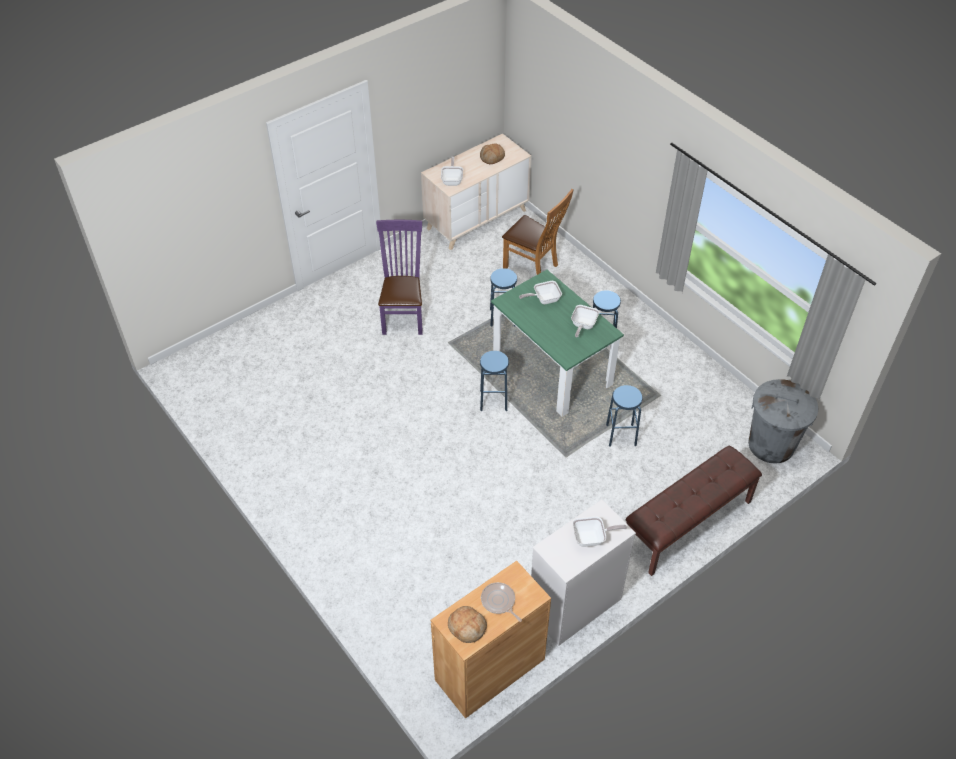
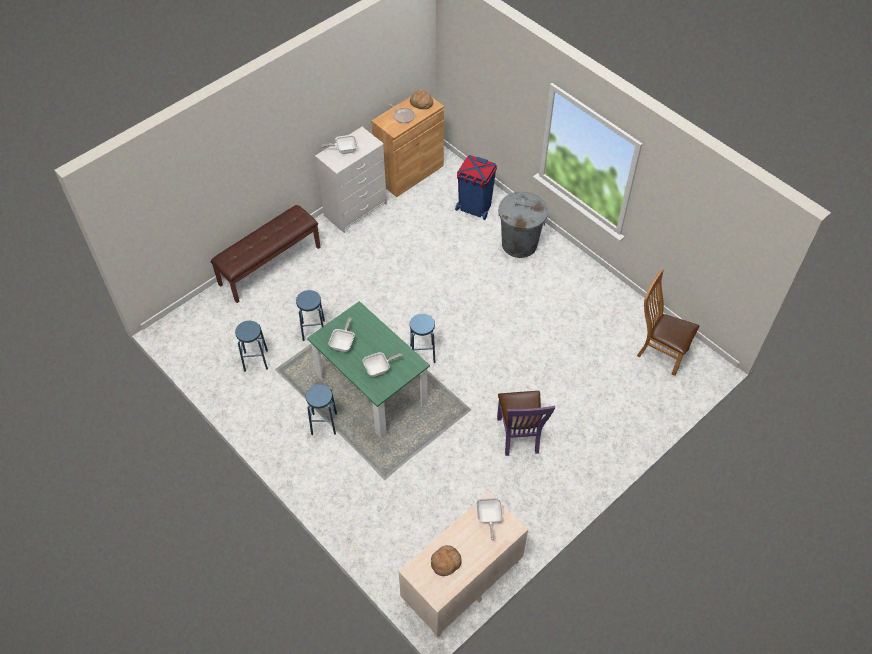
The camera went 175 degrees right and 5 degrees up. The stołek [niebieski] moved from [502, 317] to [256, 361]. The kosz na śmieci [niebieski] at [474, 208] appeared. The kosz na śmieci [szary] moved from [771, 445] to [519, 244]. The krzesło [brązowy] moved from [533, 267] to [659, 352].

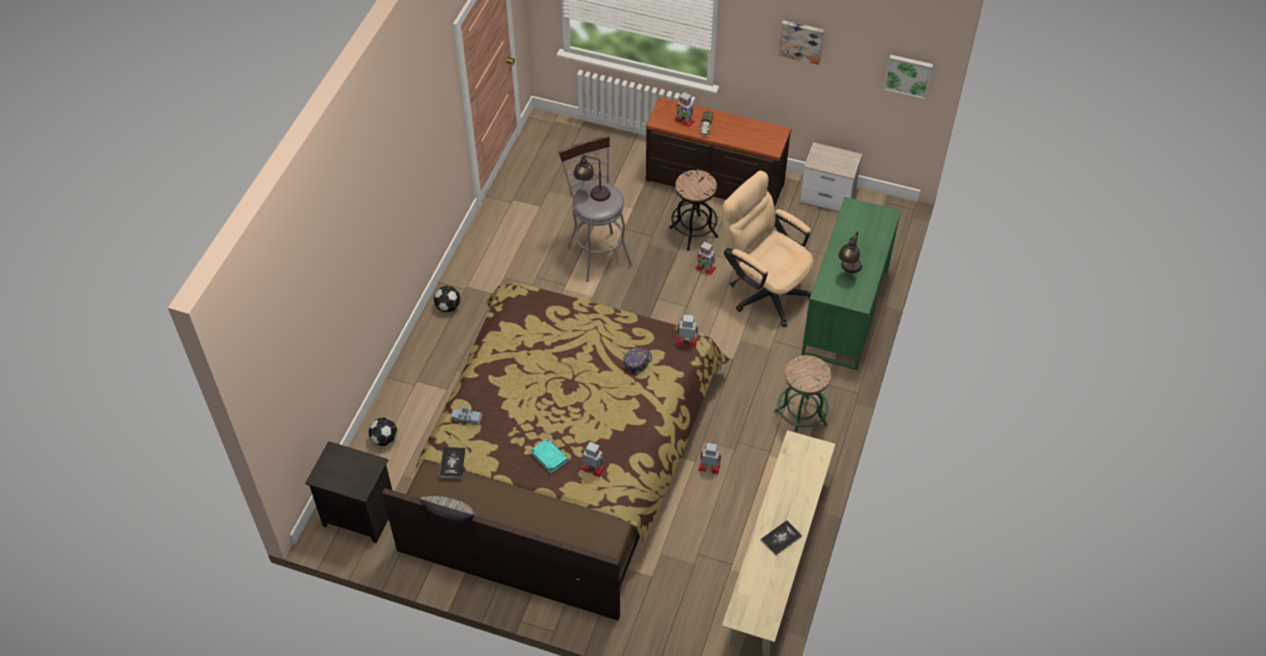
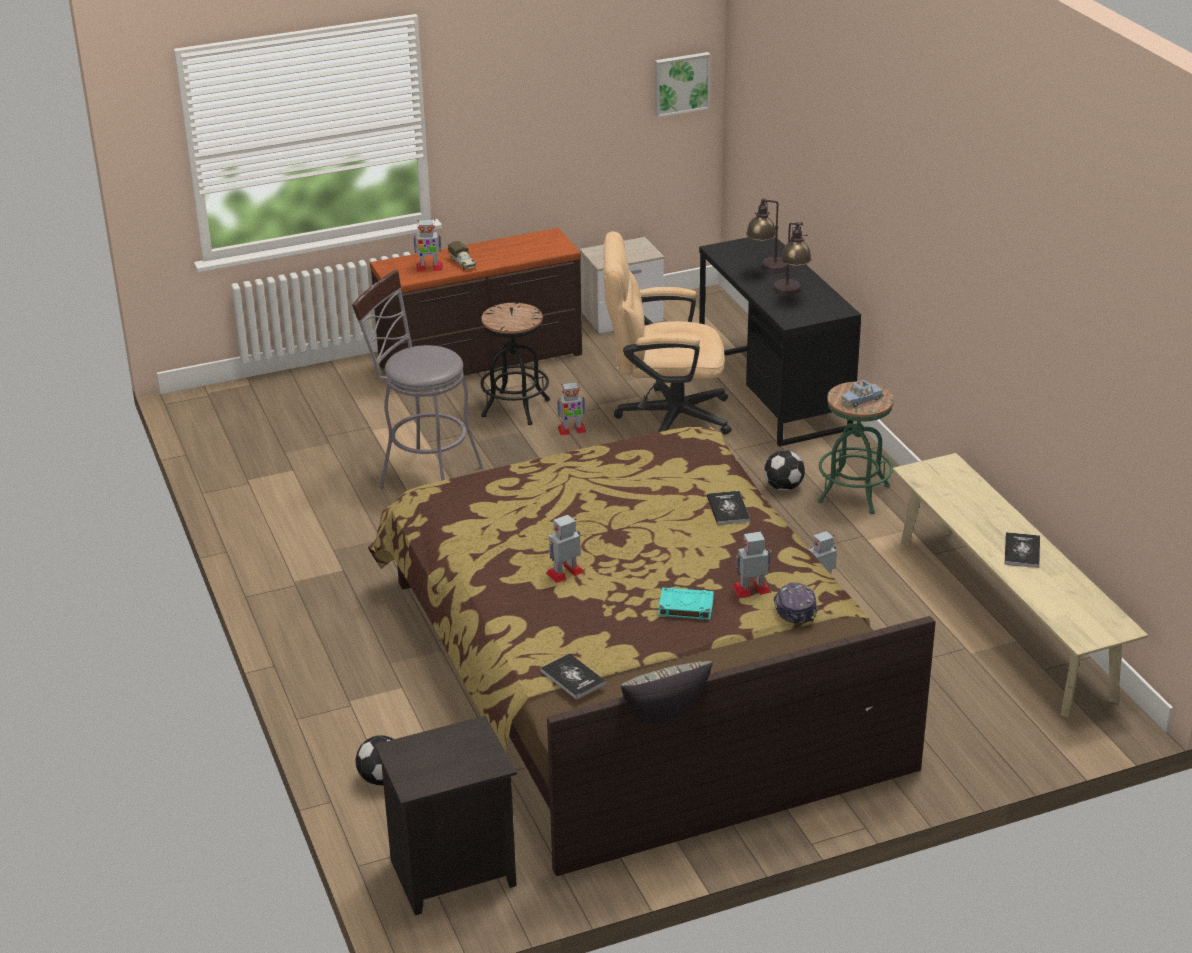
The camera went 40 degrees left and 20 degrees down. The robot zabawkowy moved from [687, 341] to [565, 572]. The biurko [zielony] at [845, 312] became the biurko [czarny] at [772, 393]. The książka at [728, 509] appeared. The lampa stołowa moved from [592, 194] to [767, 270]. The piłka futbolowa moved from [448, 307] to [783, 487]. The czapka z daszkiem moved from [637, 362] to [794, 609]. The samochodzik [niebieski] moved from [466, 418] to [861, 400]. The obraz at [801, 41] disappeared.

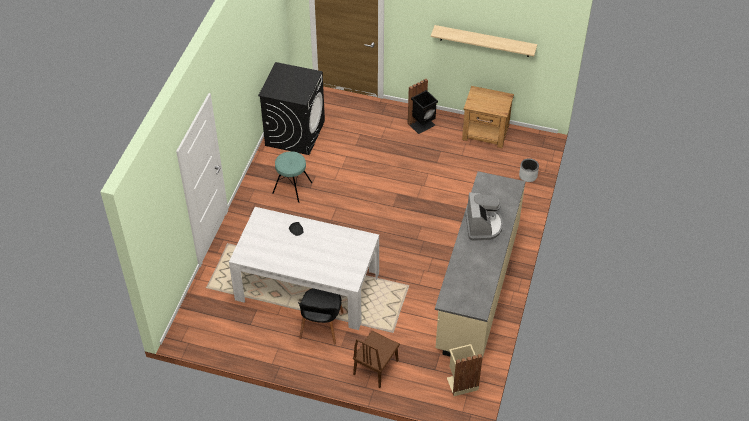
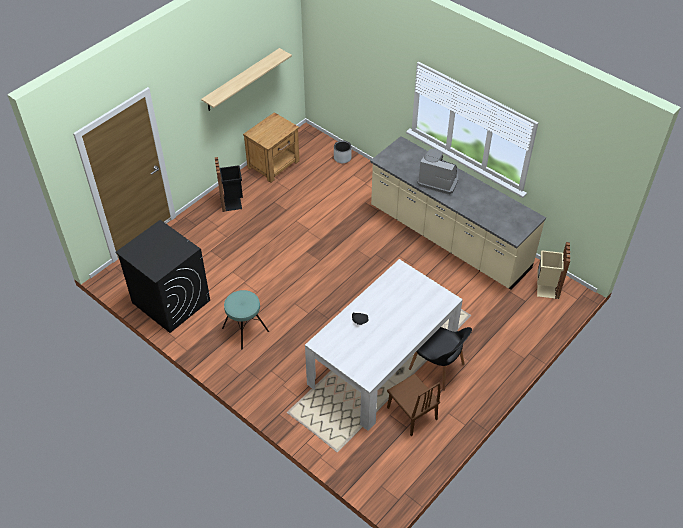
The camera went 65 degrees left and 0 degrees up. The krzesło [brązowy] moved from [376, 367] to [411, 413].

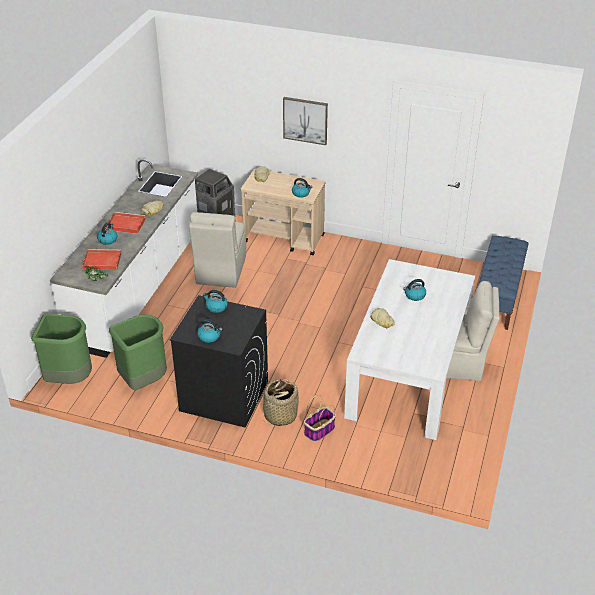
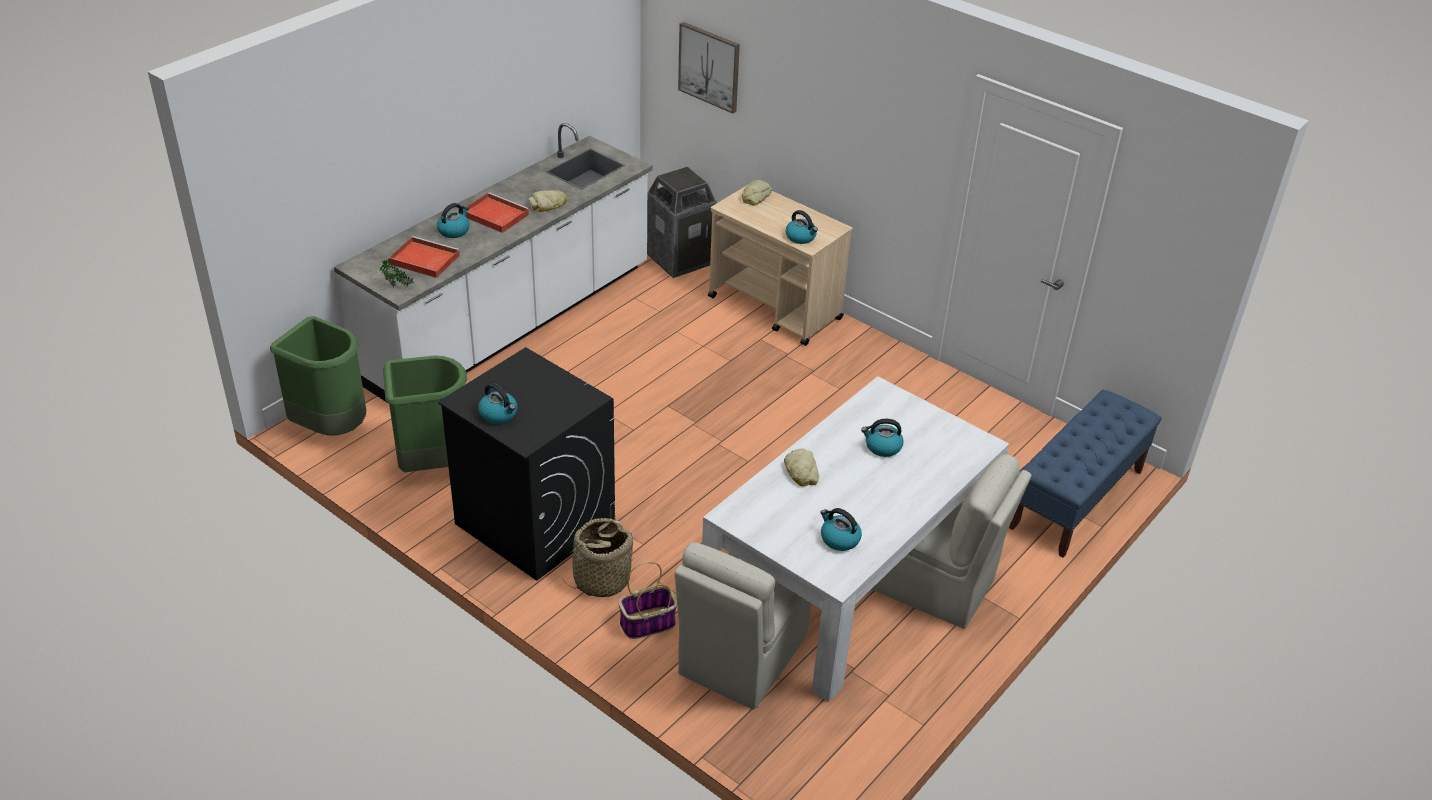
The camera went 20 degrees right and 0 degrees up. The krzesło [beżowy] moved from [220, 271] to [740, 657]. The obraz moved from [305, 120] to [709, 66]. The czajnik moved from [216, 307] to [839, 539].

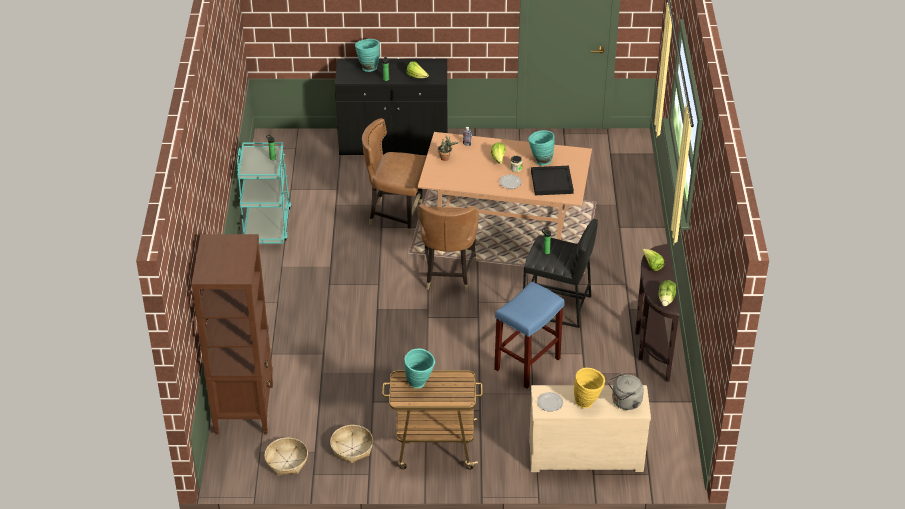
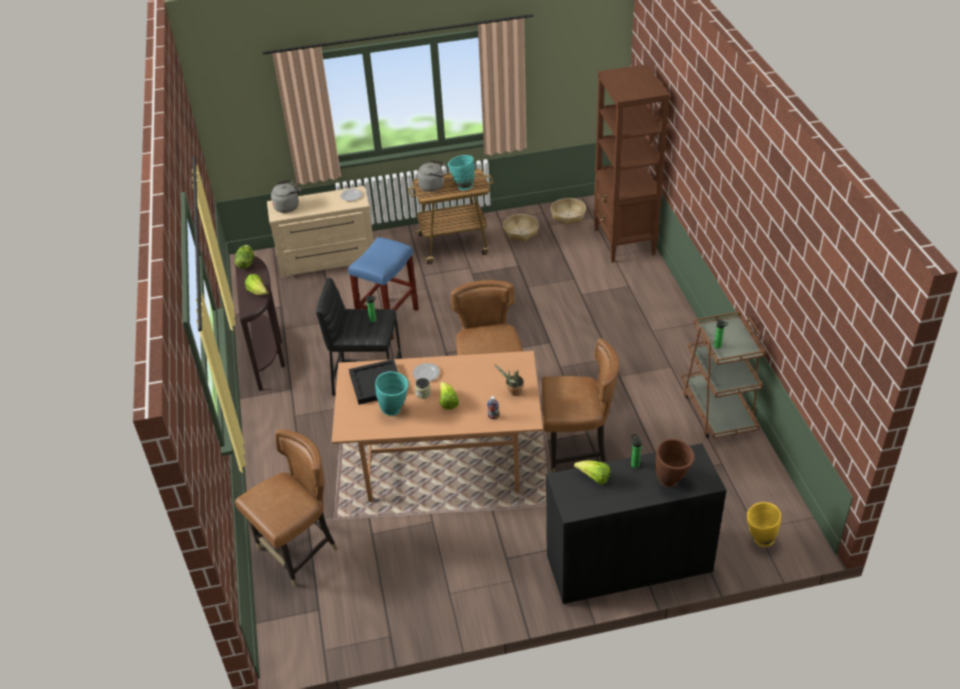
The camera went 170 degrees right and 0 degrees up. The krzesło [brązowy] at [298, 551] appeared. The czajnik [szary] at [433, 186] appeared. The wazon [turkusowy] at [368, 67] became the wazon [brązowy] at [672, 482]. The wózek [turkusowy] at [267, 225] became the wózek [brązowy] at [718, 411]. The wazon [żółty] moved from [588, 402] to [759, 540].

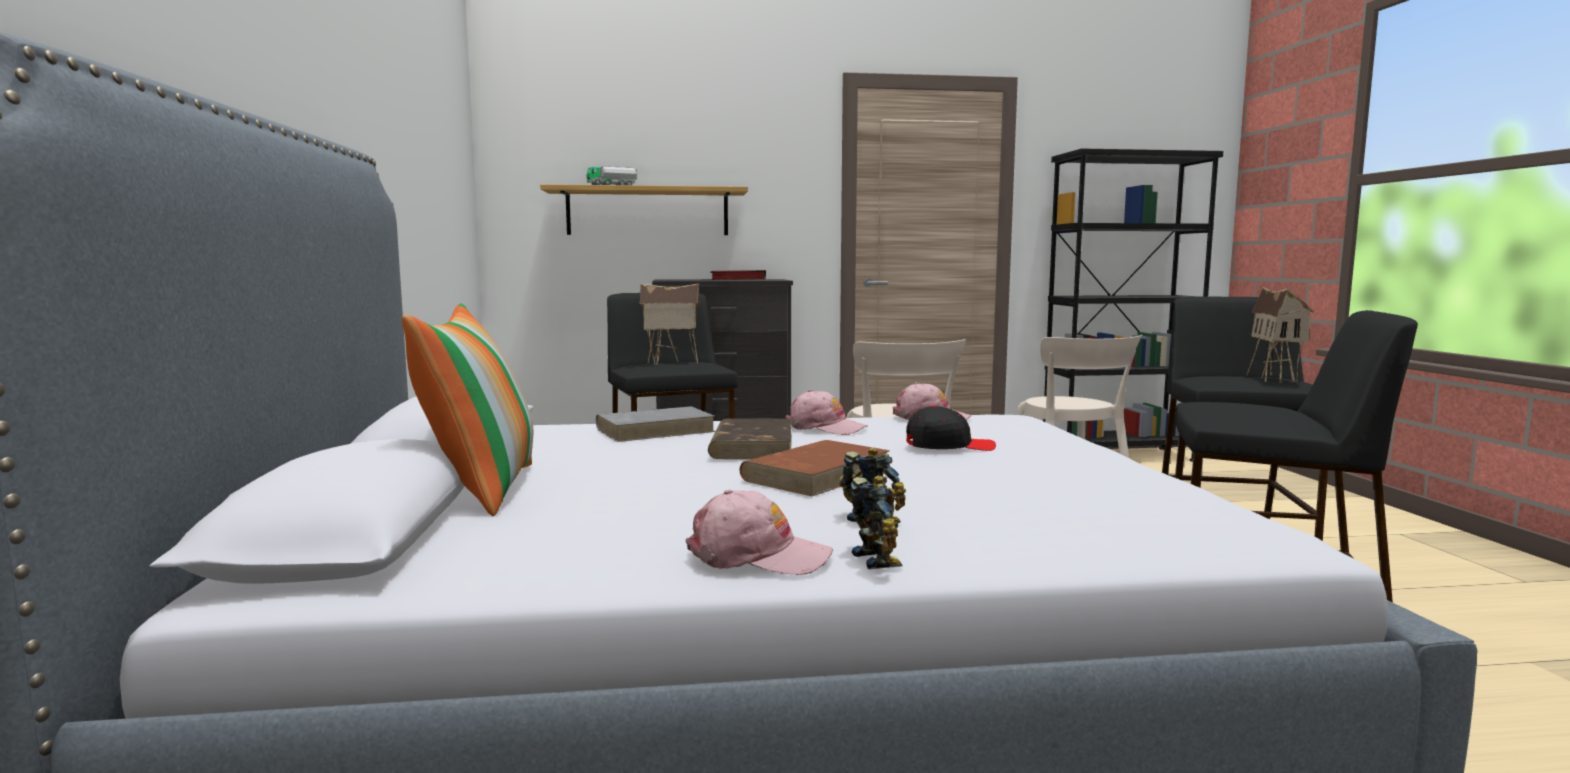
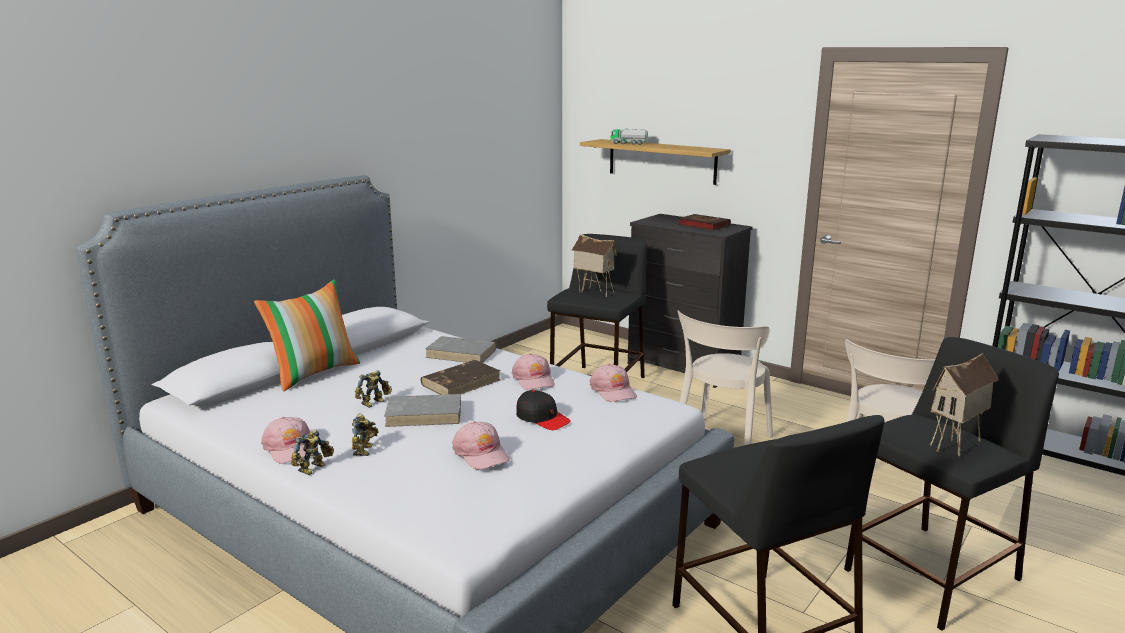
The camera went 45 degrees right and 10 degrees up. The robot zabawkowy at [374, 403] appeared. The książka [brązowy] at [817, 474] became the książka [szary] at [425, 414]. The czapka z daszkiem [różowy] at [481, 454] appeared.

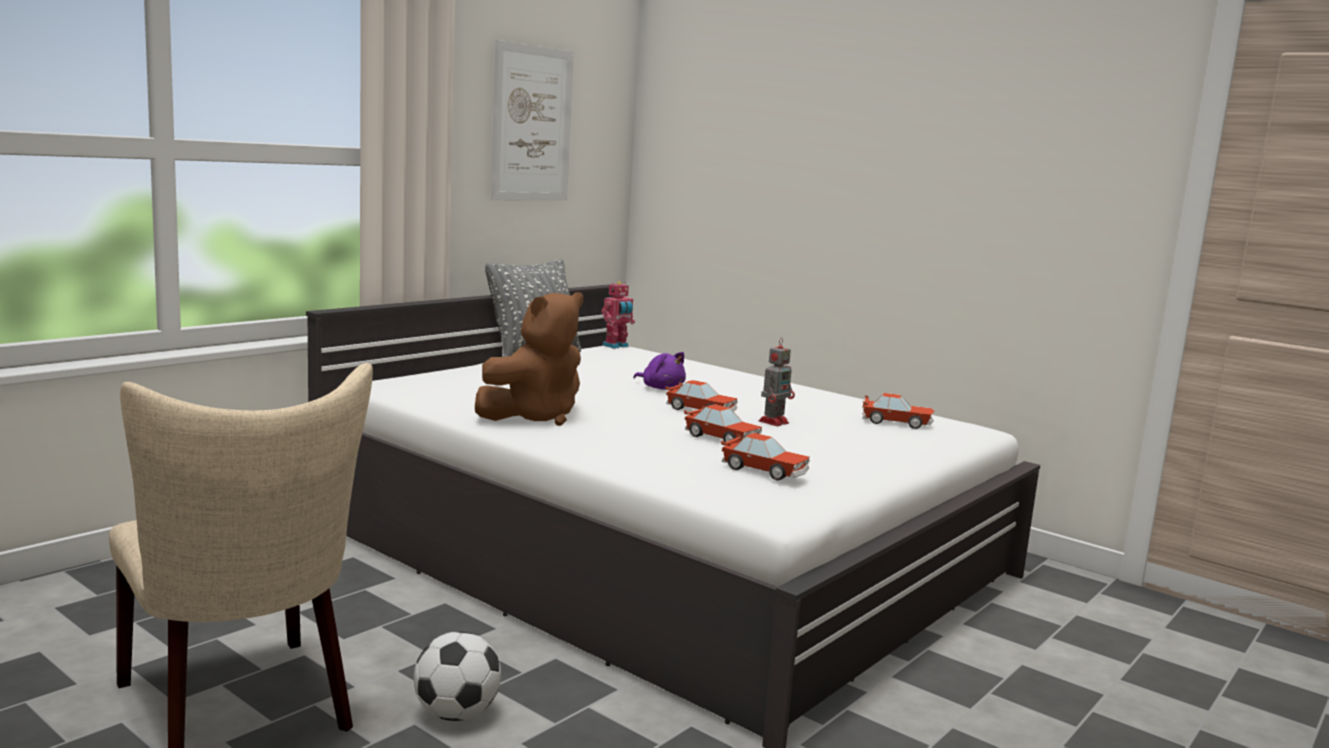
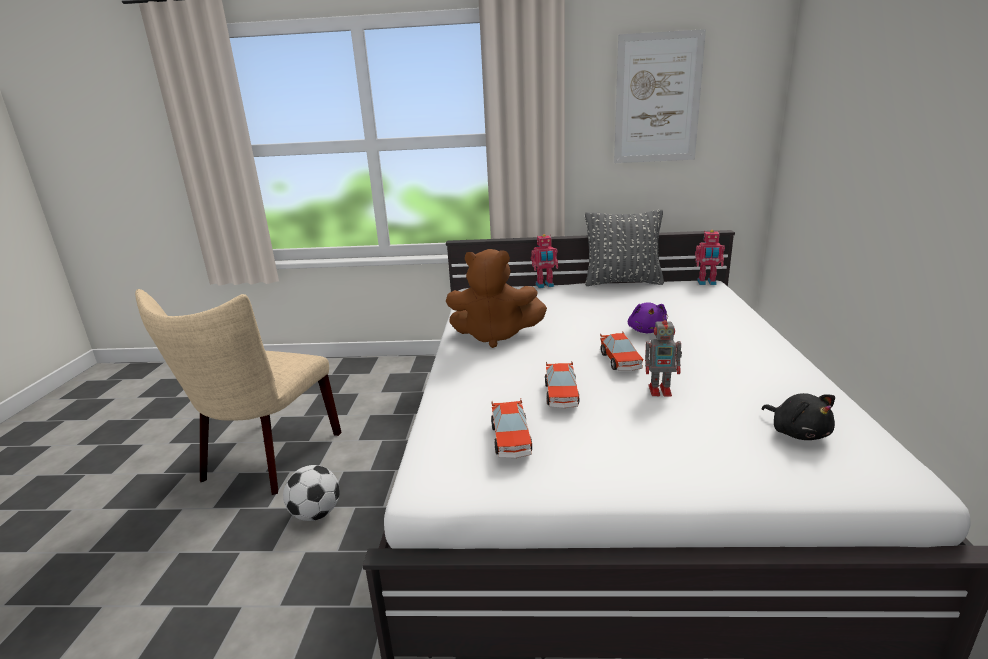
The camera went 55 degrees right and 10 degrees up. The robot zabawkowy at [545, 285] appeared. The samochodzik at [896, 423] was replaced by the pluszak [czarny] at [797, 432].

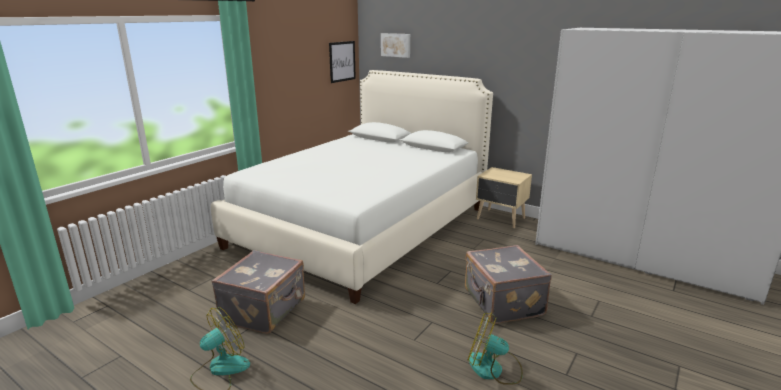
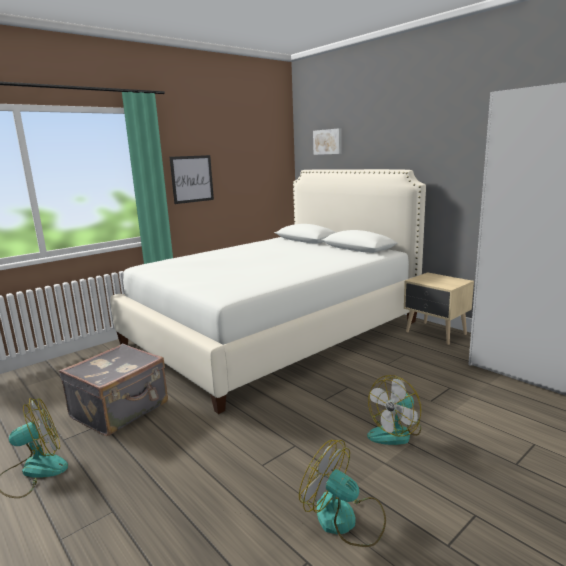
The camera went 15 degrees right and 5 degrees down. The obraz moved from [342, 61] to [192, 179]. The walizka [szary] at [502, 303] was replaced by the wentylator at [395, 432].

